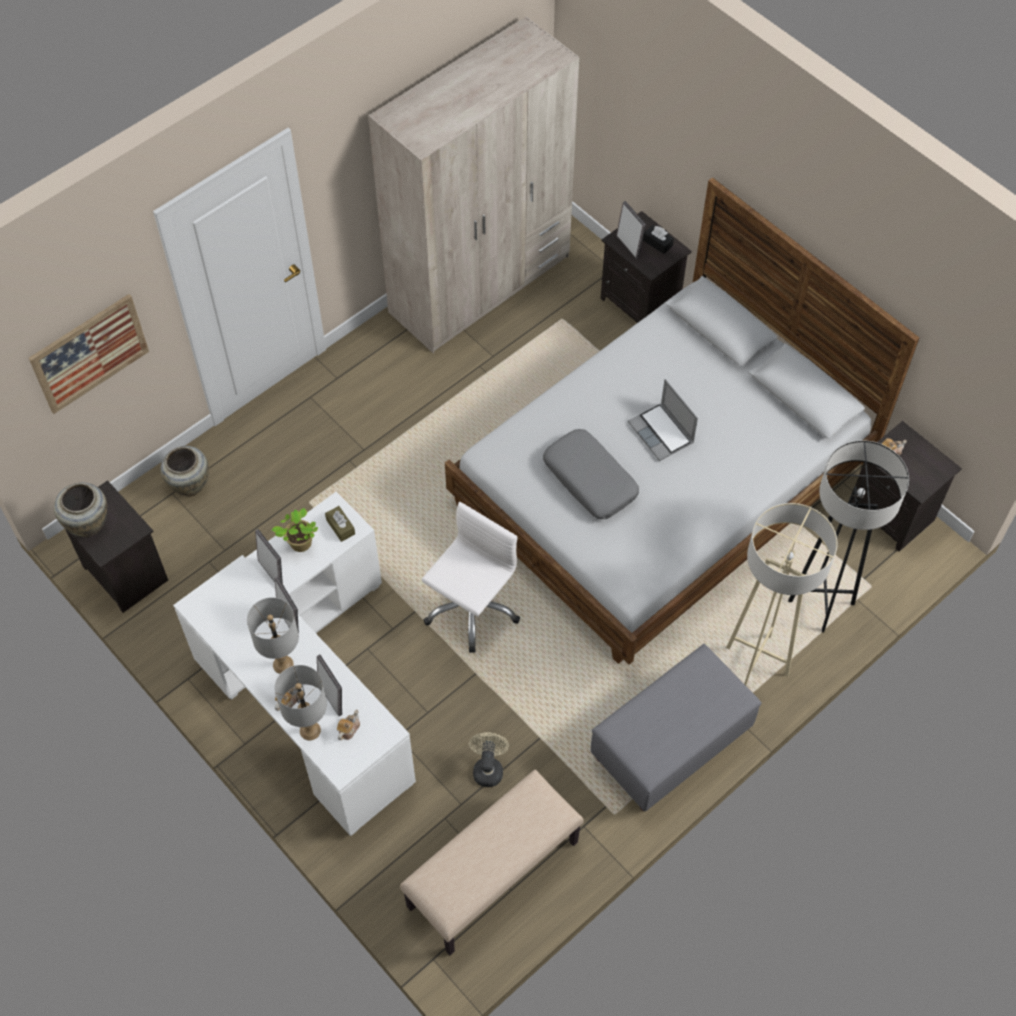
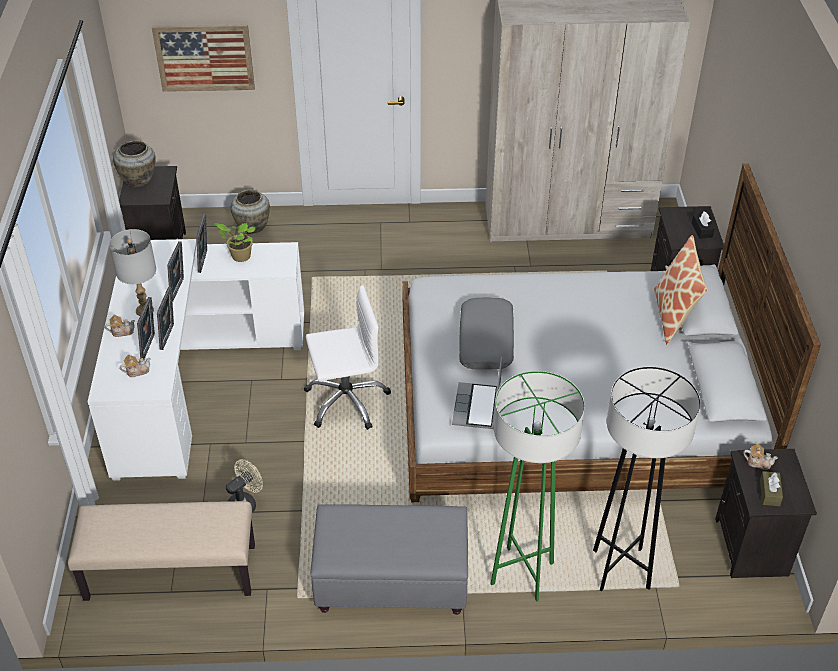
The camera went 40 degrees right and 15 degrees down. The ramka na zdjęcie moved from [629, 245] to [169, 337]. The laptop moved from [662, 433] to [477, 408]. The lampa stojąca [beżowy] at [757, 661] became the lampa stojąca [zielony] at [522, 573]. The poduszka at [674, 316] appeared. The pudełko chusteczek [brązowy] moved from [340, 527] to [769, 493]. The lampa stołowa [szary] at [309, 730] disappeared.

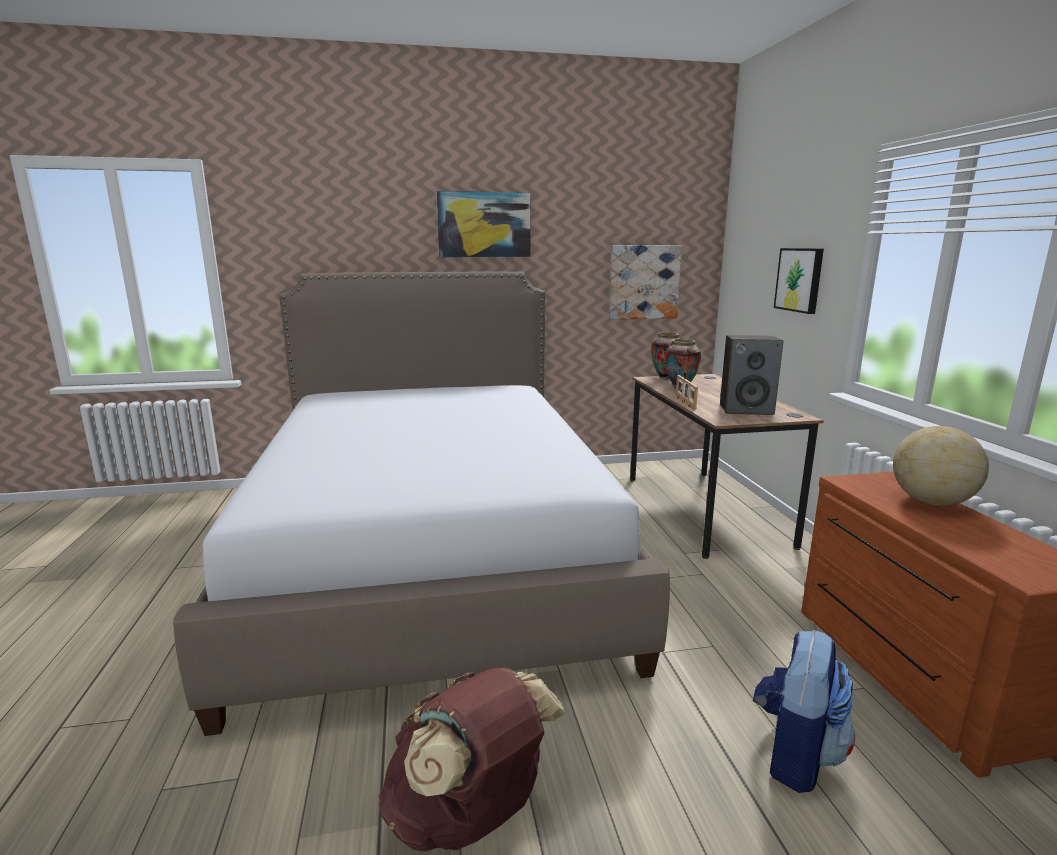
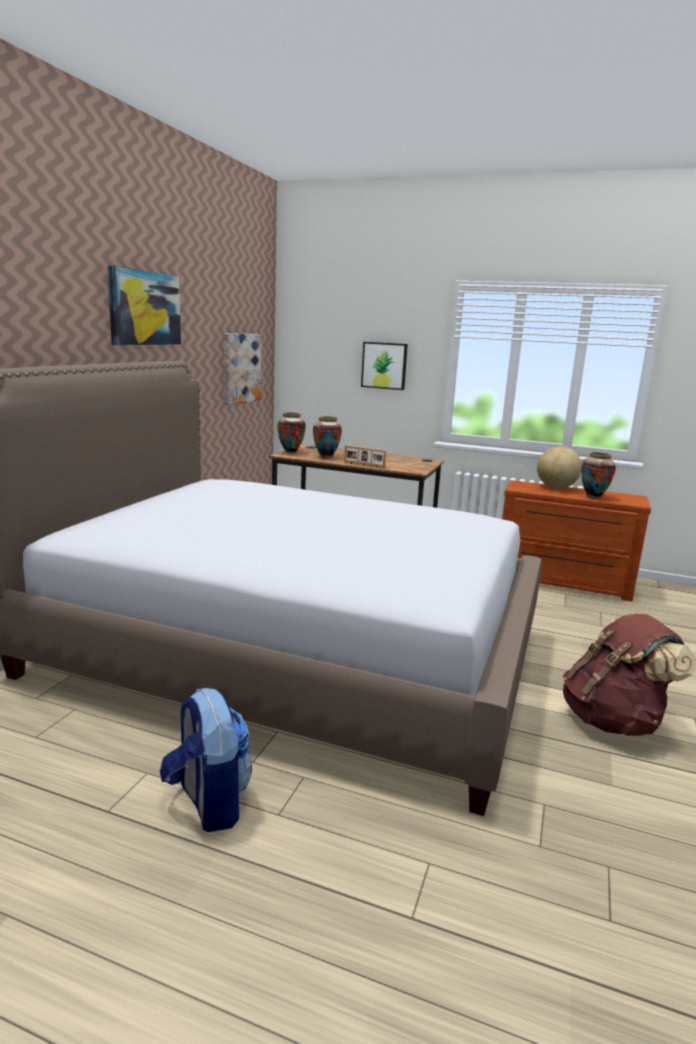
The camera went 60 degrees left and 0 degrees up. The plecak moved from [794, 754] to [208, 803]. The wazon at [593, 497] appeared. The głośnik at [746, 410] disappeared.

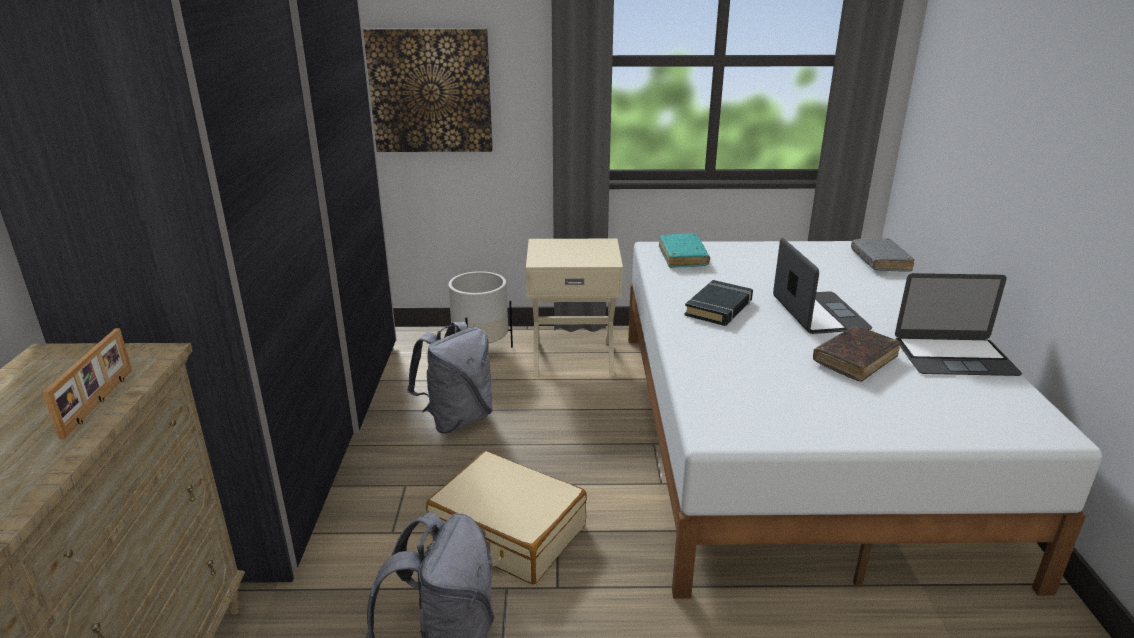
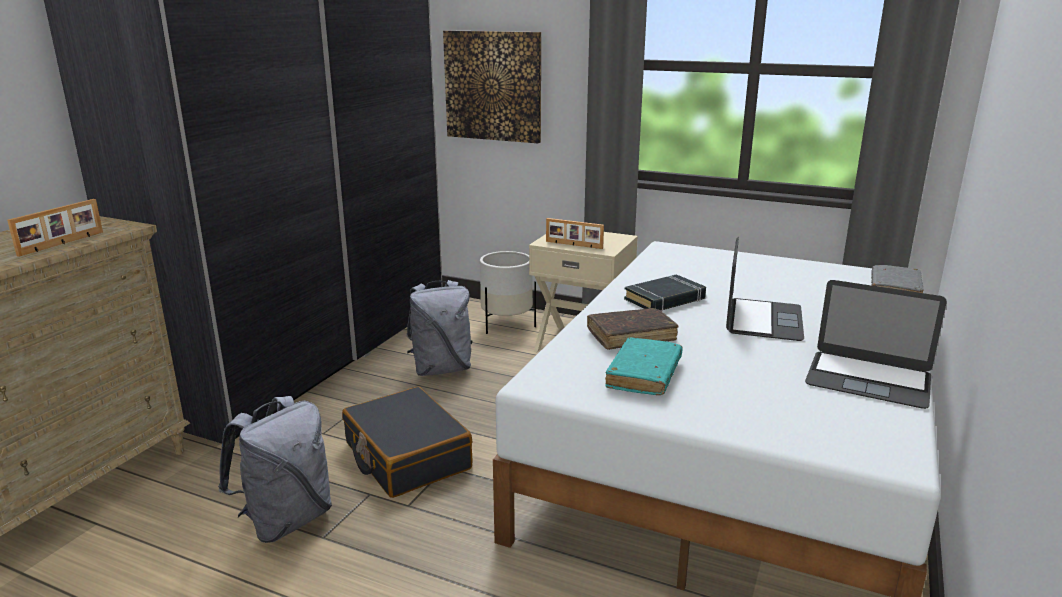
The camera went 25 degrees right and 5 degrees down. The walizka [beżowy] at [507, 532] became the walizka [czarny] at [406, 456]. The ramka na zdjęcie at [573, 245] appeared. The książka [brązowy] moved from [855, 360] to [631, 336]. The książka [turkusowy] moved from [683, 257] to [644, 375].

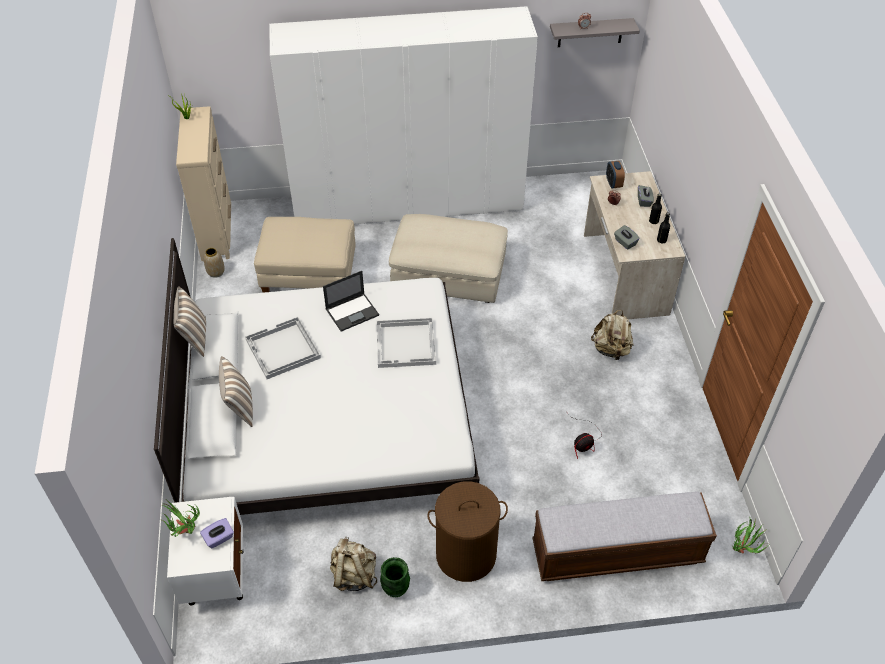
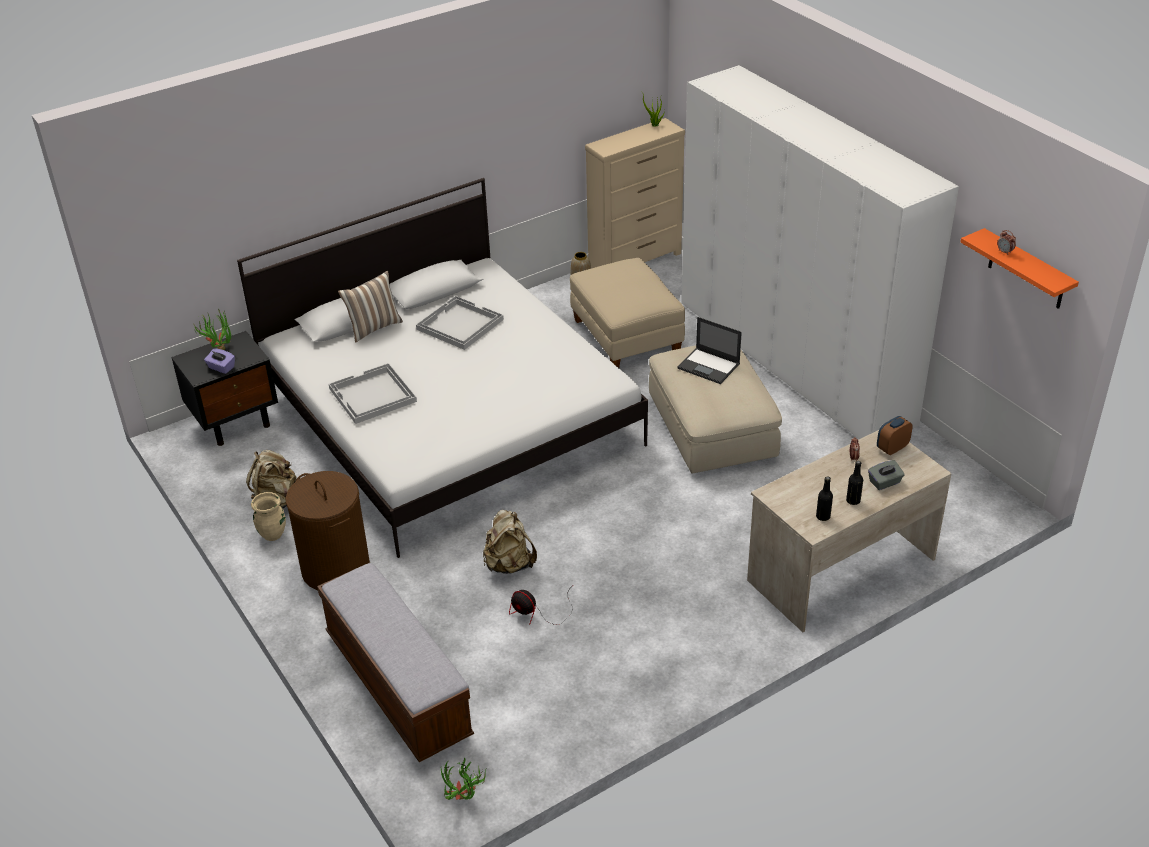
The camera went 65 degrees right and 10 degrees down. The szafka nocna [biały] at [216, 575] became the szafka nocna [czarny] at [236, 422]. The wazon [zielony] at [395, 589] became the wazon [beżowy] at [273, 534]. The taca [biały] moved from [406, 344] to [372, 395]. The plecak [beżowy] moved from [611, 349] to [509, 564]. The laptop moved from [352, 312] to [709, 366]. The półka [szary] at [590, 32] became the półka [pomarańczowy] at [1026, 270]. The poduszka at [195, 338] disappeared. The pudełko chusteczek [szary] at [625, 242] disappeared.

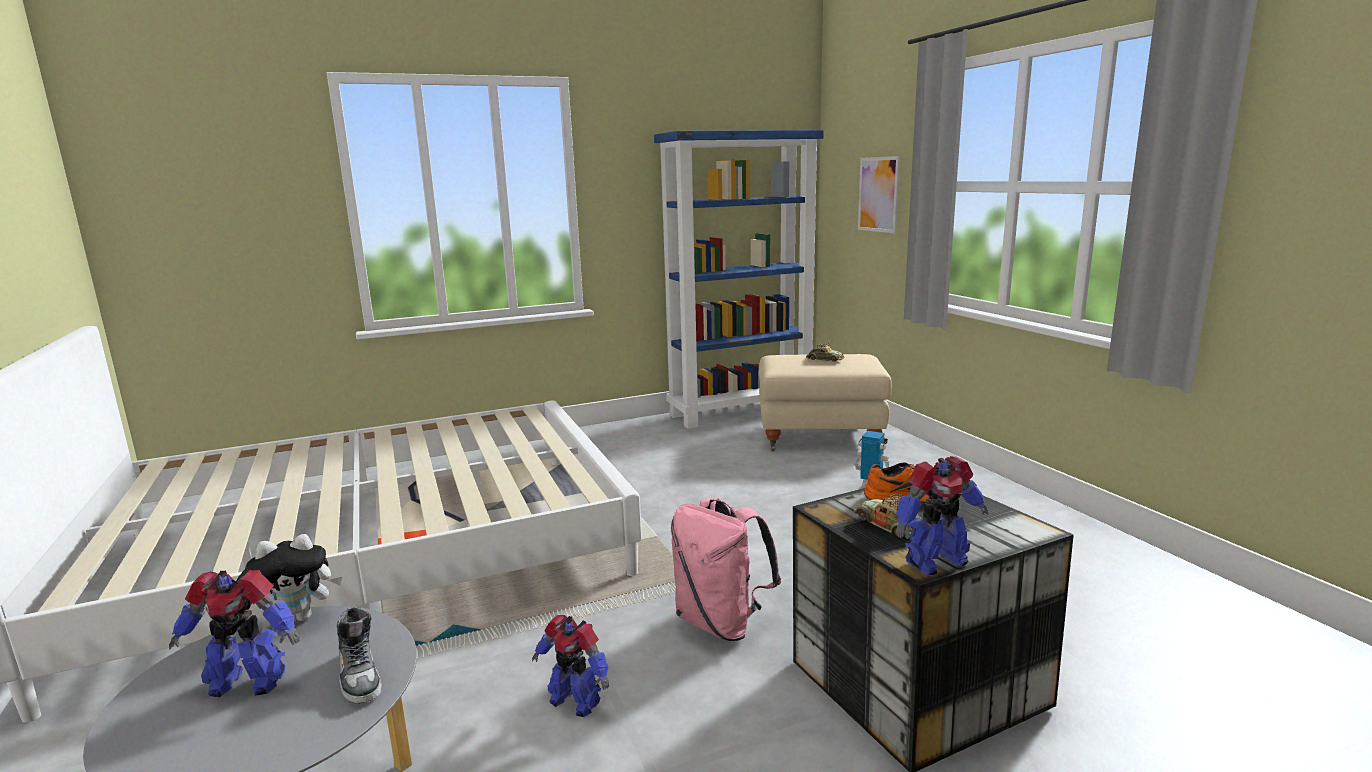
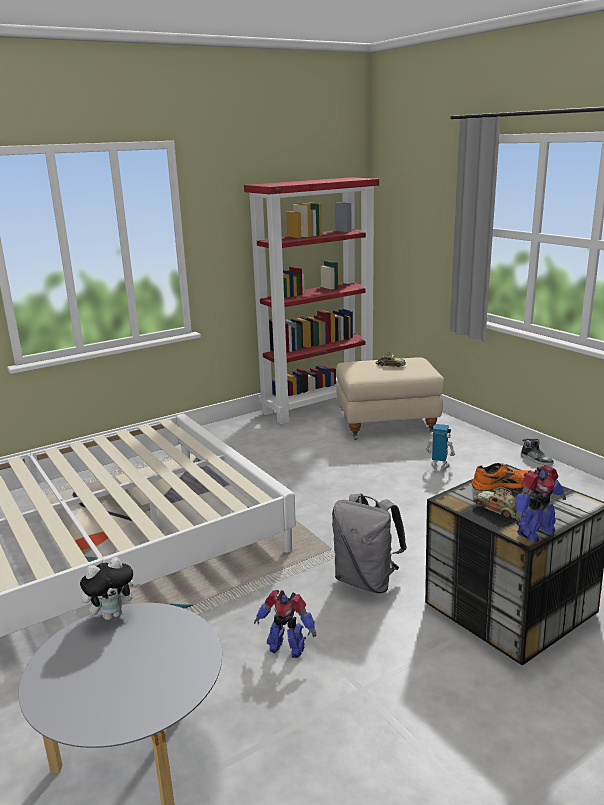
The camera went 10 degrees left and 5 degrees up. The regał [niebieski] at [741, 411] became the regał [czerwony] at [318, 405]. The plecak [różowy] at [721, 623] became the plecak [szary] at [366, 580]. The but moved from [360, 675] to [536, 460]. The robot zabawkowy at [247, 682] disappeared. The obraz at [878, 194] disappeared.

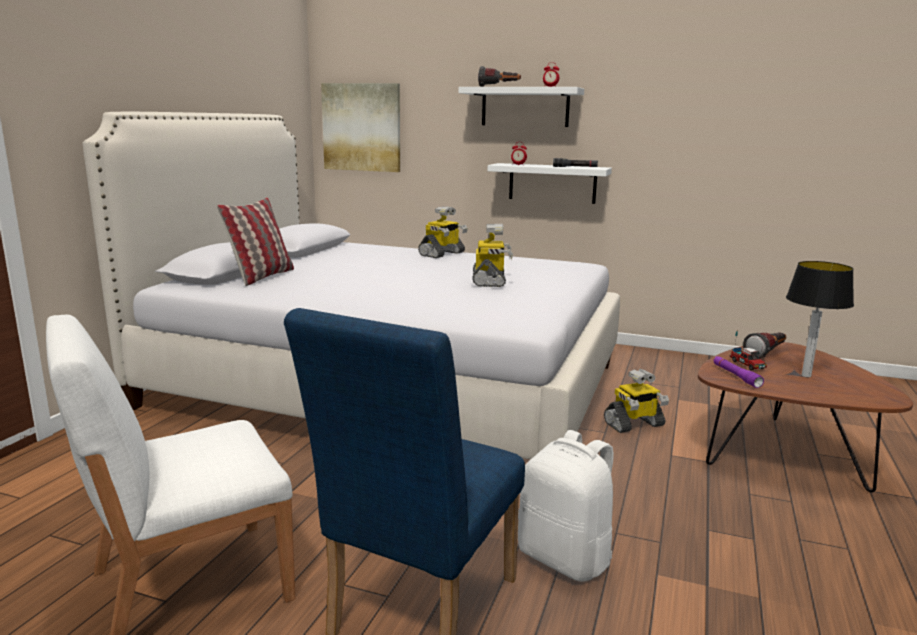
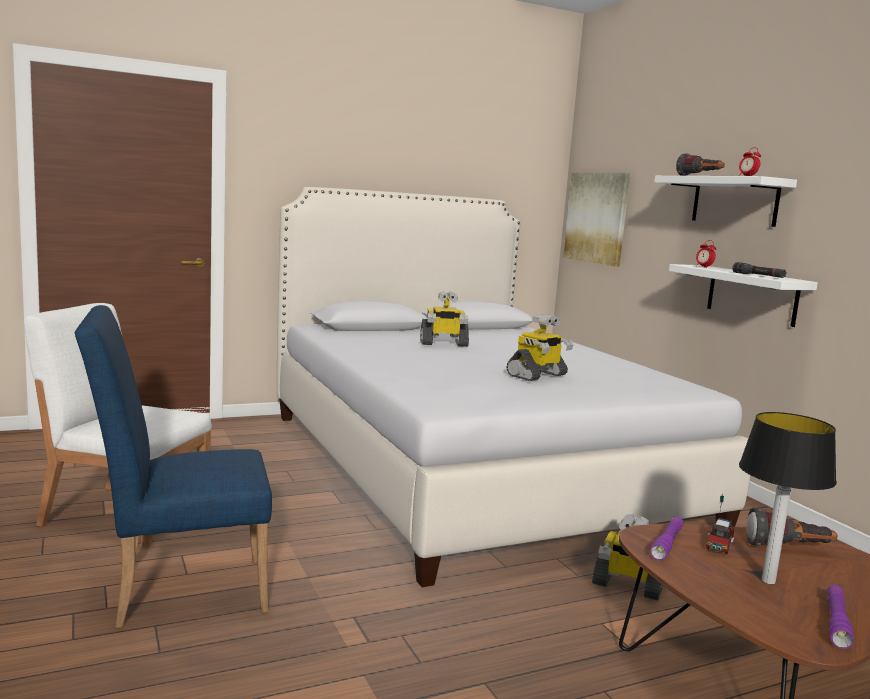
The camera went 45 degrees right and 5 degrees down. The robot zabawkowy moved from [442, 254] to [443, 343]. The latarka [fioletowy] at [836, 622] appeared. The poduszka at [261, 276] disappeared. The plecak [biały] at [566, 558] disappeared.

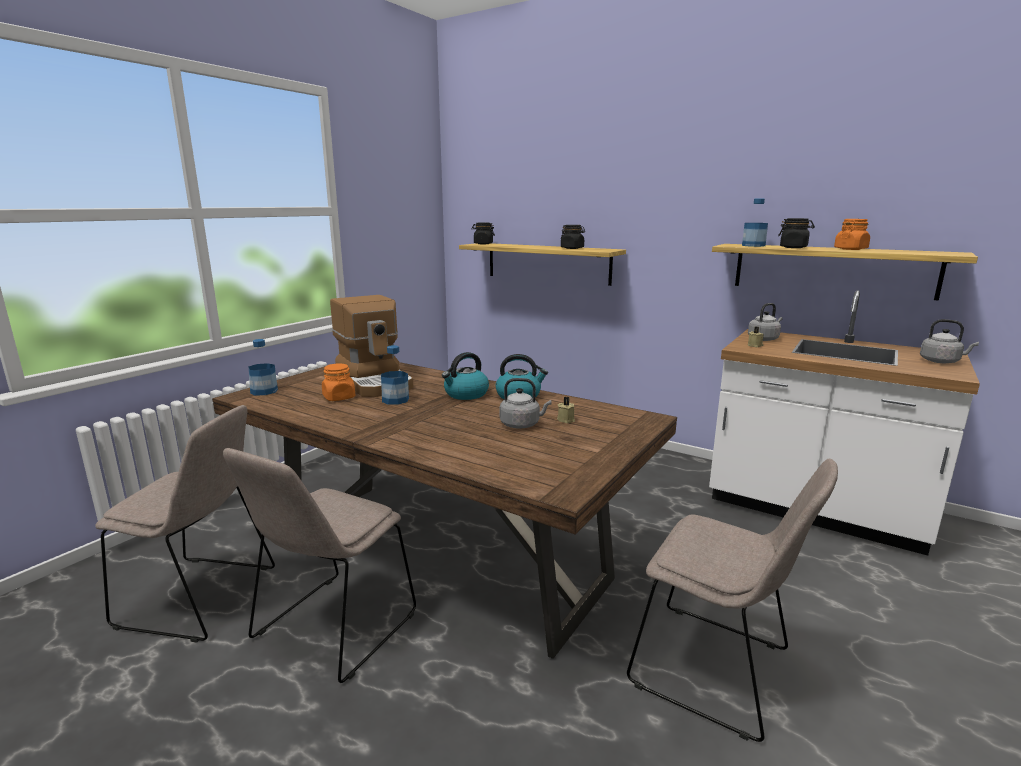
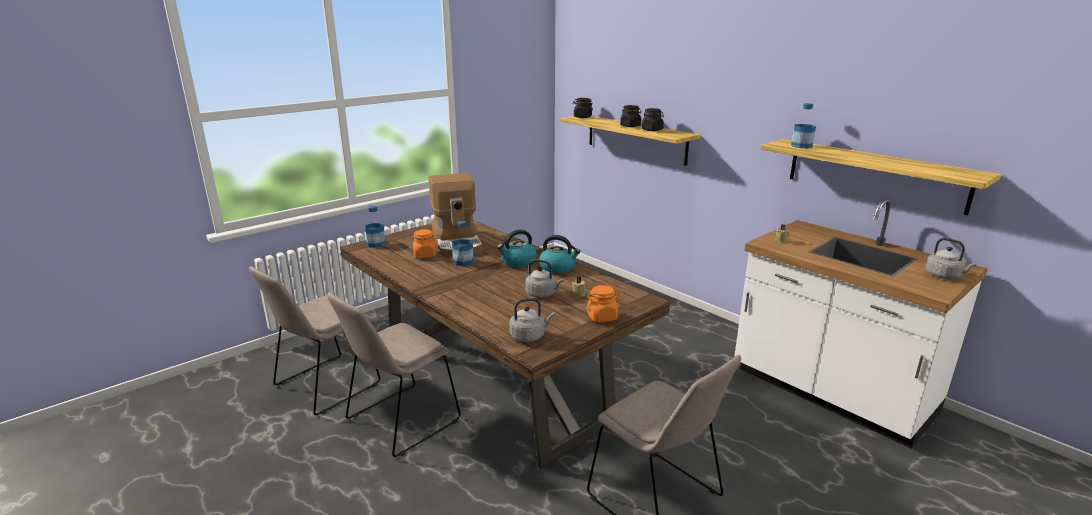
The camera went 15 degrees right and 5 degrees up. The krzesło [beżowy] at [202, 597] turned 105 degrees clockwise. The czajnik [szary] moved from [764, 339] to [529, 336]. The słoik [pomarańczowy] moved from [850, 249] to [602, 317]. The słoik [czarny] moved from [793, 247] to [630, 126].

